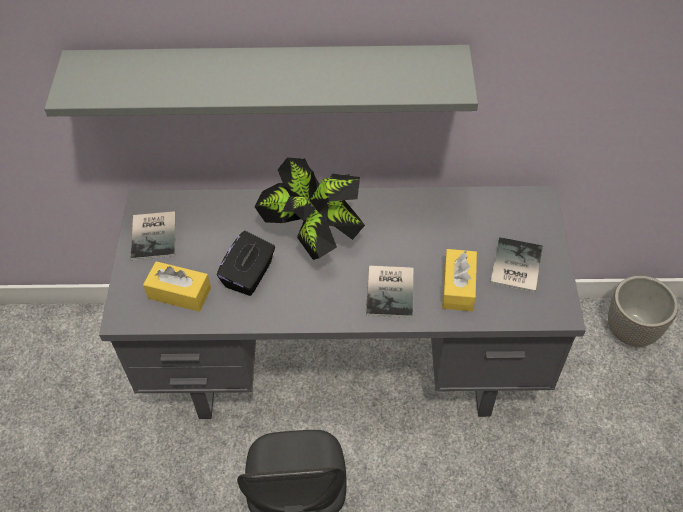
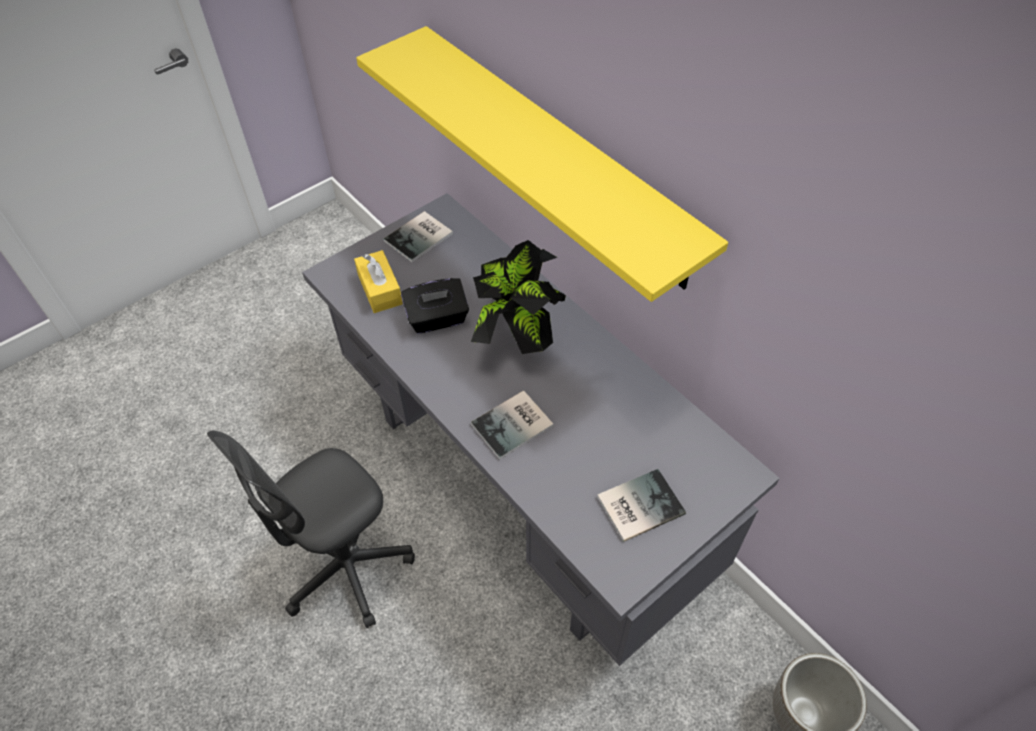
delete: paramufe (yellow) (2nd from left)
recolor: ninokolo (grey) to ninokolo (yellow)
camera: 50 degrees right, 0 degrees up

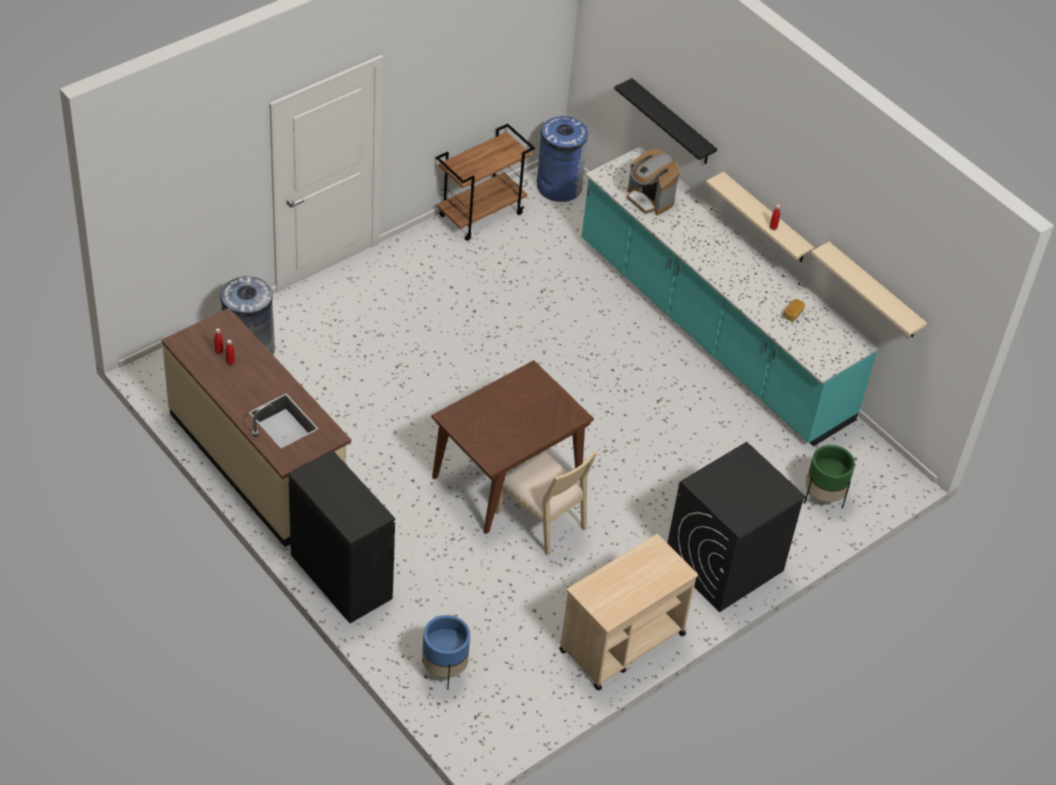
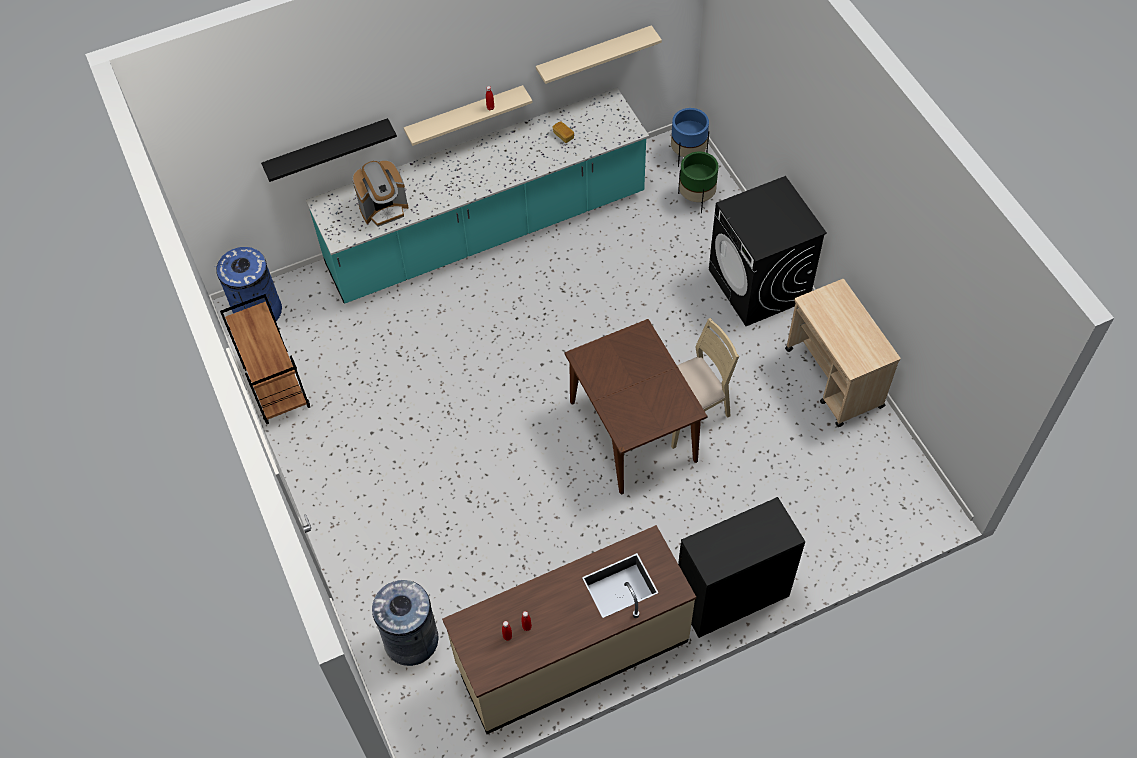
move: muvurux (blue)
camera: 70 degrees left, 10 degrees up

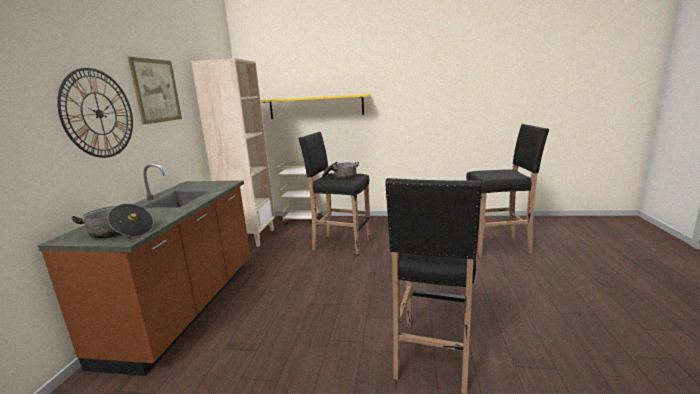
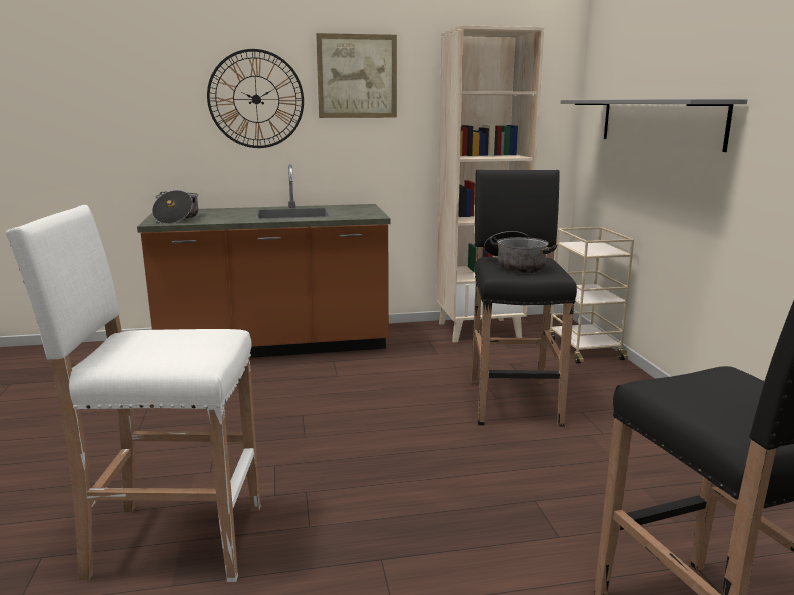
recolor: ninokolo (yellow) to ninokolo (grey); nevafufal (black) (2nd from left) to nevafufal (white)
camera: 70 degrees right, 0 degrees up

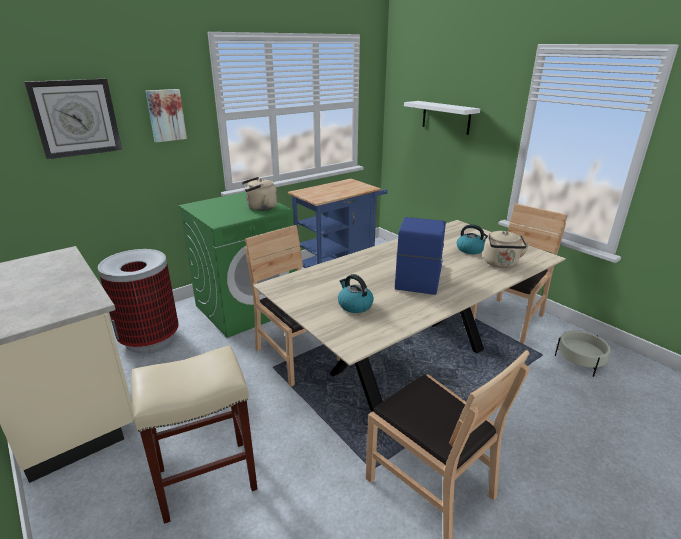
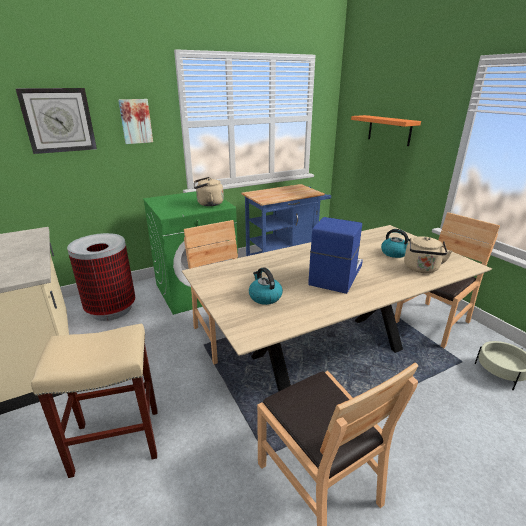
recolor: ninokolo (white) to ninokolo (orange)
camera: 10 degrees right, 0 degrees up

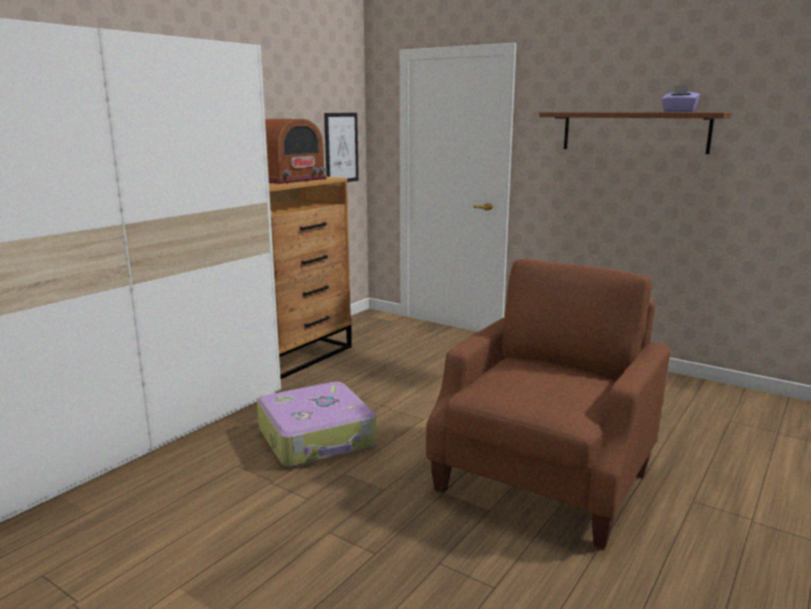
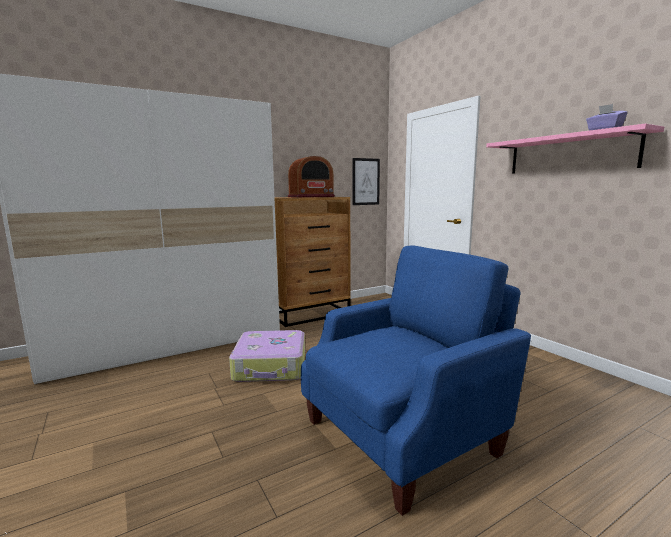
recolor: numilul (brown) to numilul (blue); ninokolo (brown) to ninokolo (pink)
camera: 25 degrees right, 5 degrees down

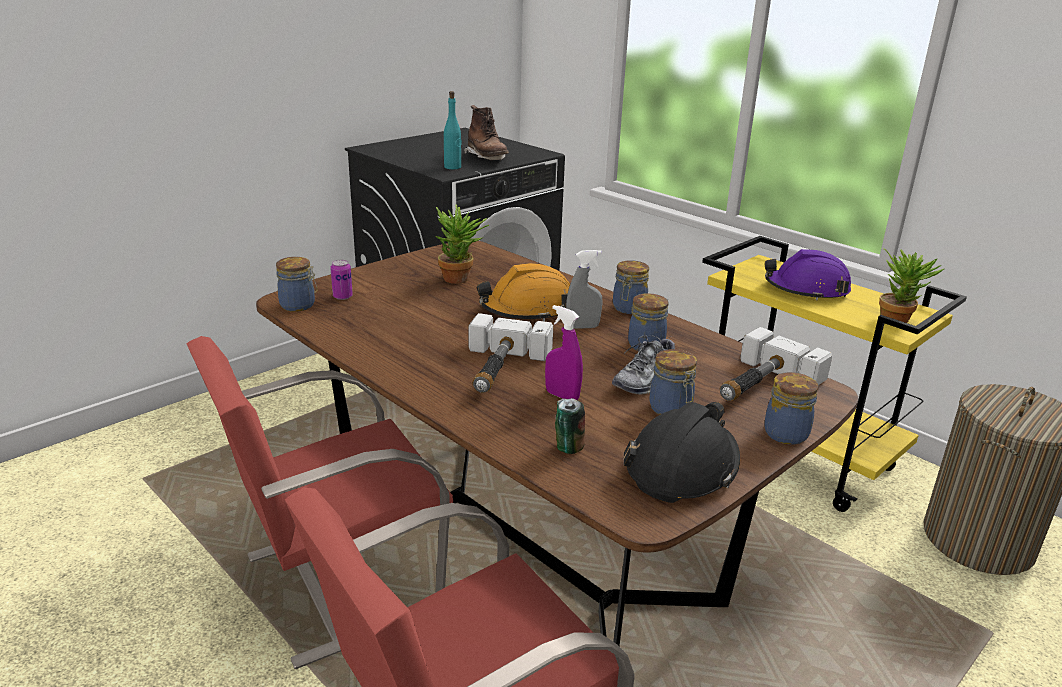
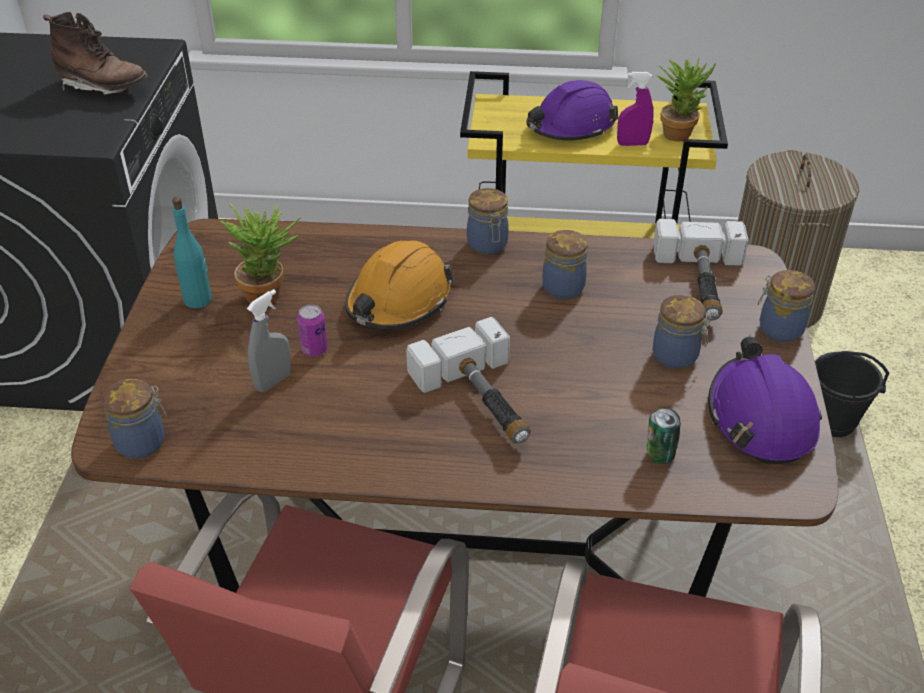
delete: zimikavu
insert: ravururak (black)
move: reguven (1st from left); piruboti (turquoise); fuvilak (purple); fuvilak (grey)
recolor: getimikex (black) to getimikex (purple) (2nd from left)
camera: 40 degrees left, 15 degrees up

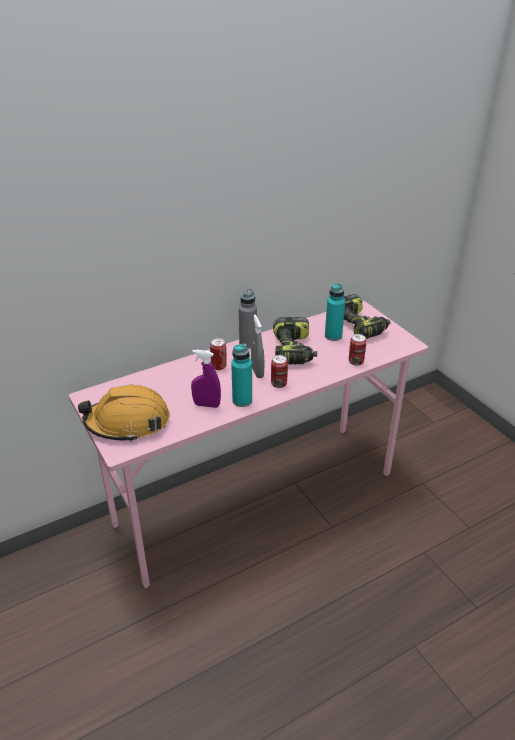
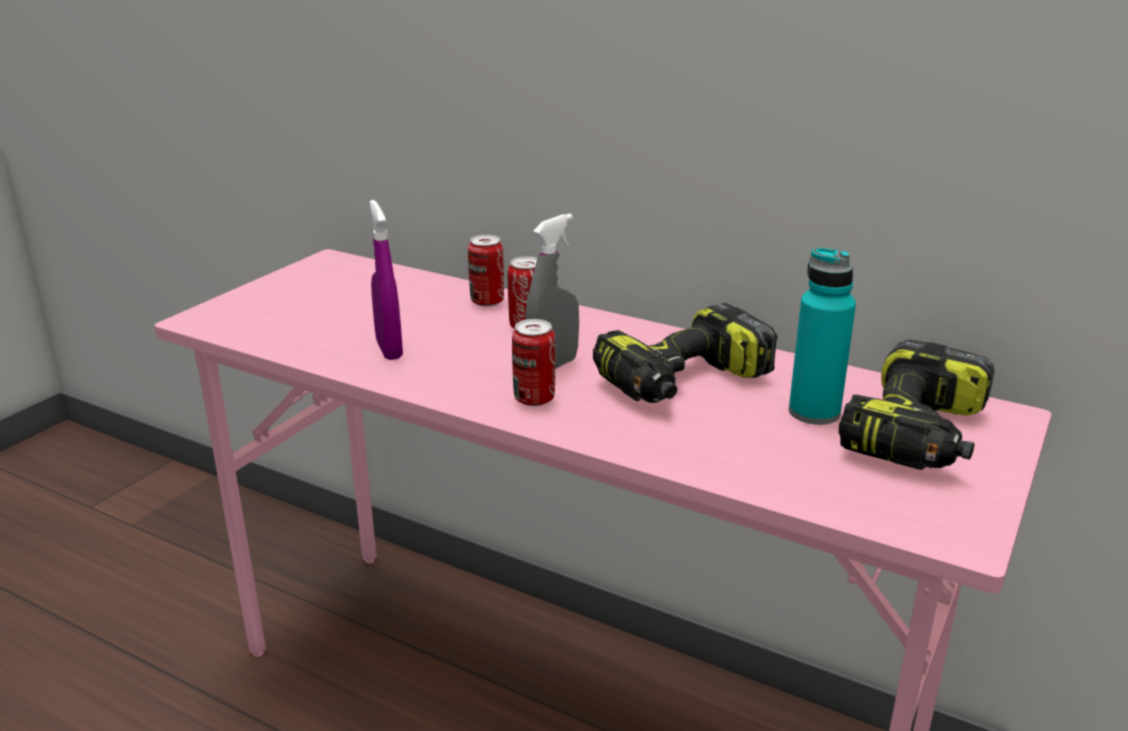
delete: getimikex (orange); piruboti (turquoise) (1st from left); piruboti (grey)
move: reguven (3rd from left in the first image) to reguven (1st from left)
camera: 60 degrees right, 10 degrees down

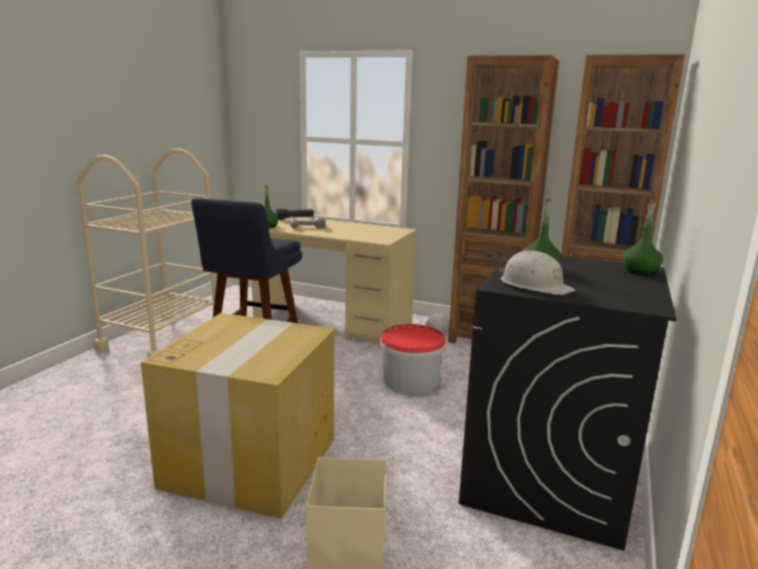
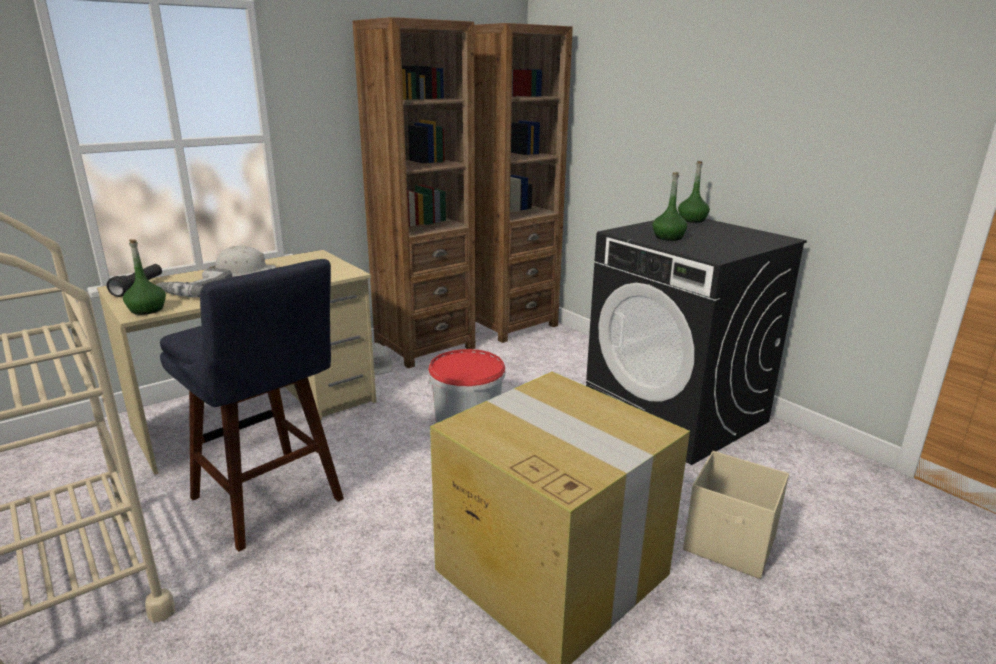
move: getimikex (white) (2nd from left in the first image) to getimikex (white) (1st from left)
camera: 60 degrees left, 5 degrees up

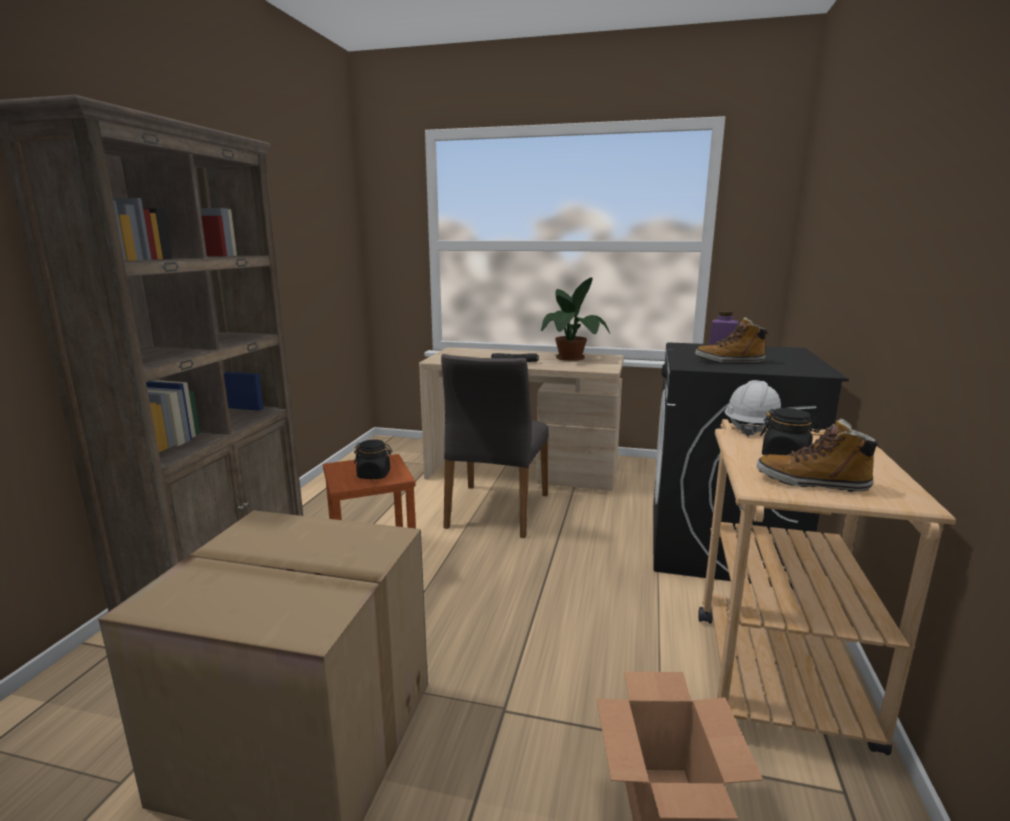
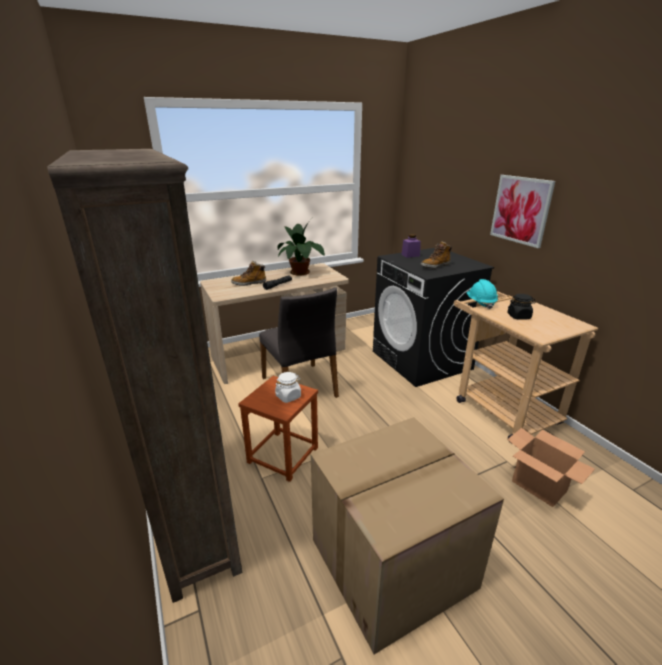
insert: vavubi
move: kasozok (2nd from left in the first image) to kasozok (1st from left)
recolor: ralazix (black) (1st from left) to ralazix (white); getimikex (white) to getimikex (turquoise)
camera: 40 degrees left, 10 degrees up

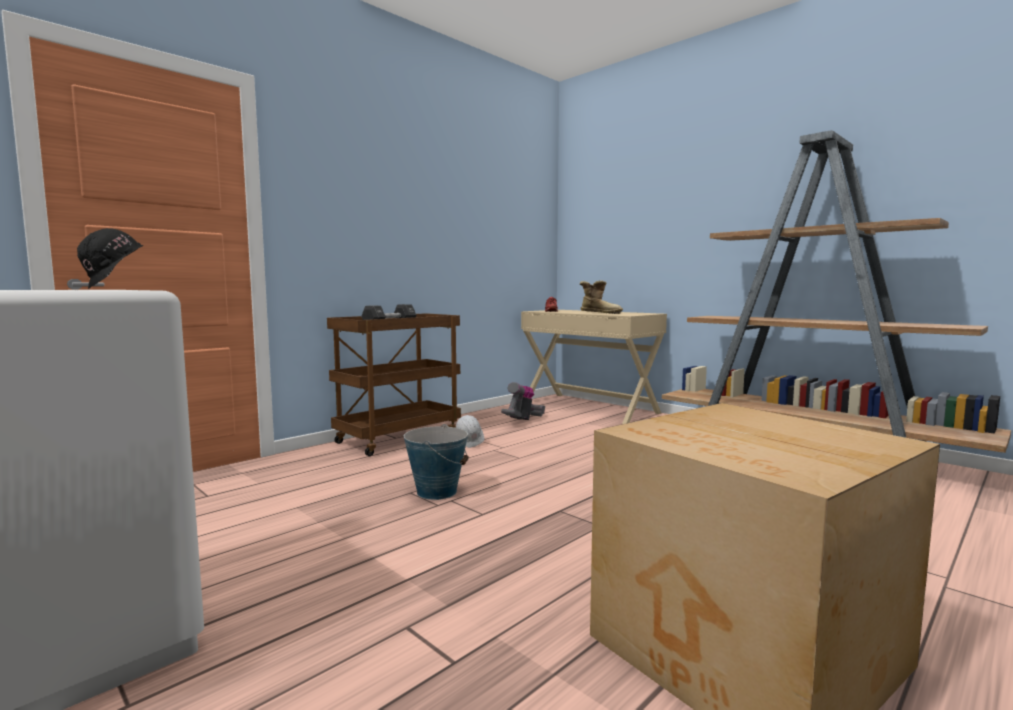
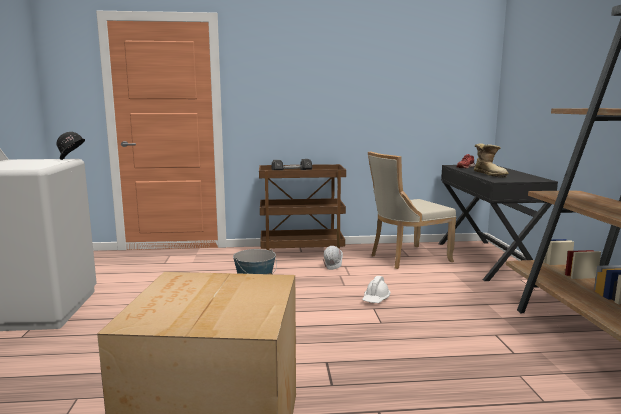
insert: getimikex (white) (2nd from left)
replace: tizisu to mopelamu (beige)
recolor: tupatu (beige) to tupatu (black)
camera: 40 degrees right, 5 degrees up

